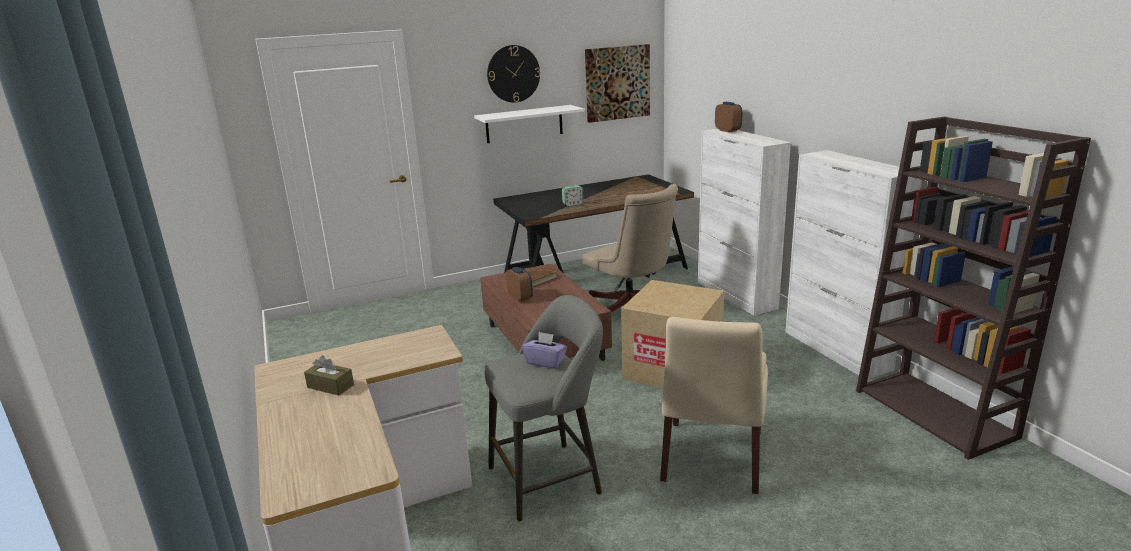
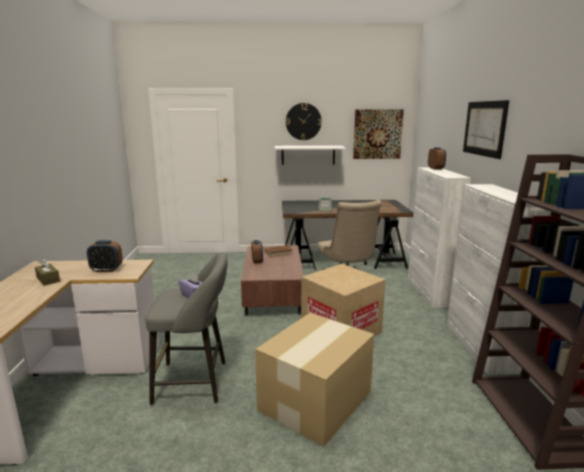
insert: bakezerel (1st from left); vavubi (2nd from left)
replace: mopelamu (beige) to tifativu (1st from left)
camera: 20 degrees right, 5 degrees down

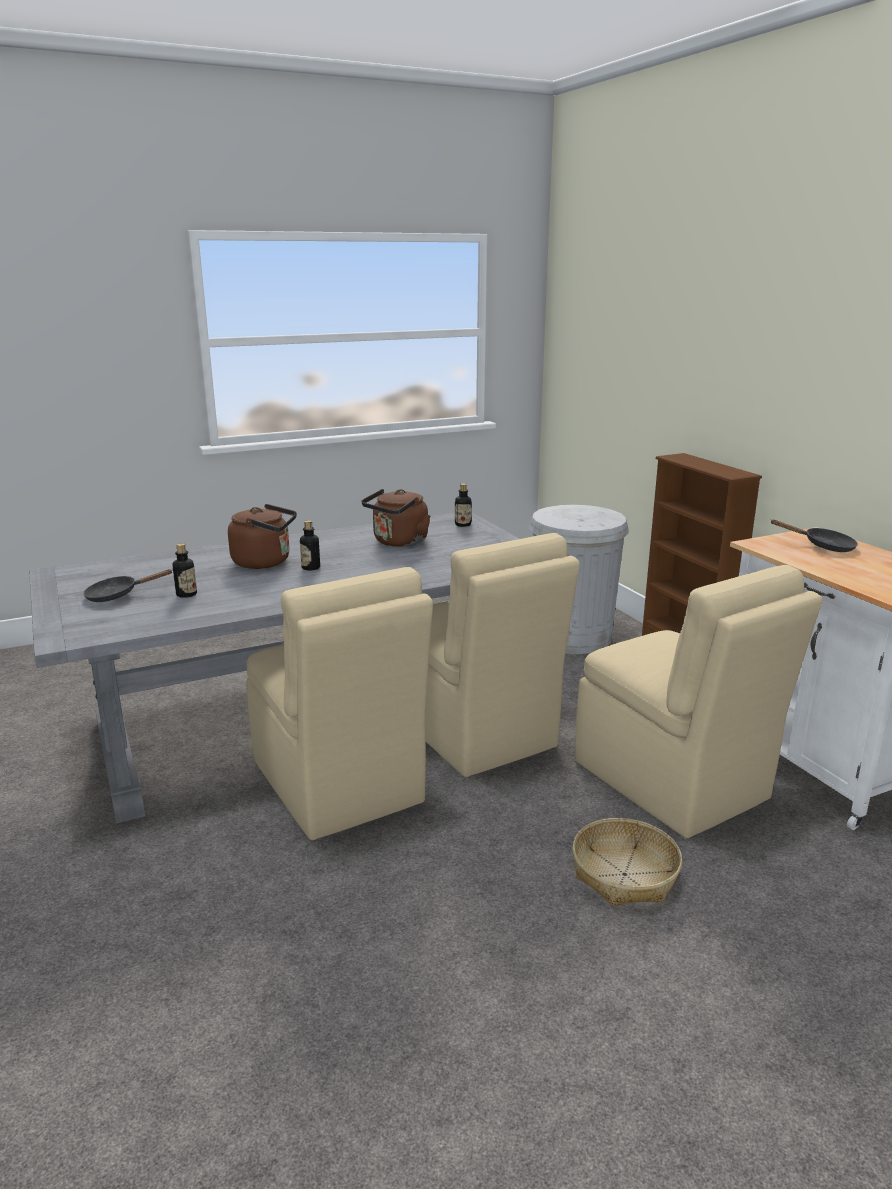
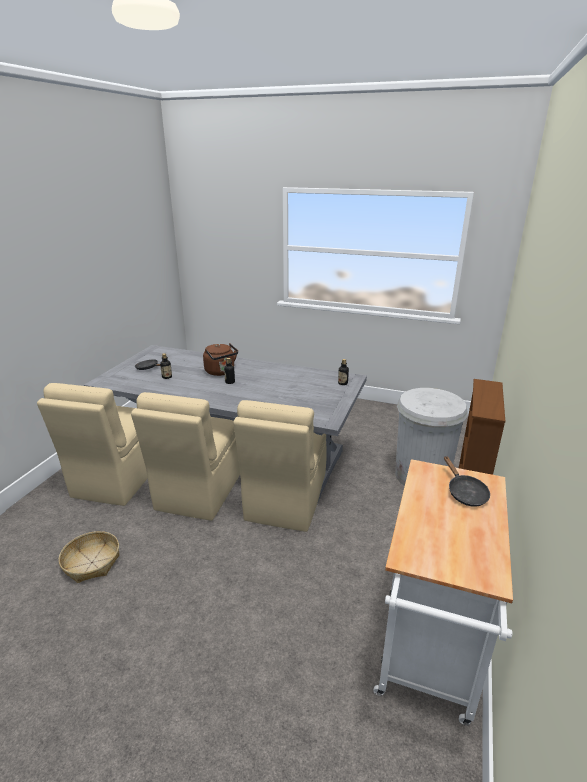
delete: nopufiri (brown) (2nd from left)
move: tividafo; mopelamu (beige) (3rd from left in the first image) to mopelamu (beige) (1st from left)
camera: 45 degrees right, 5 degrees up

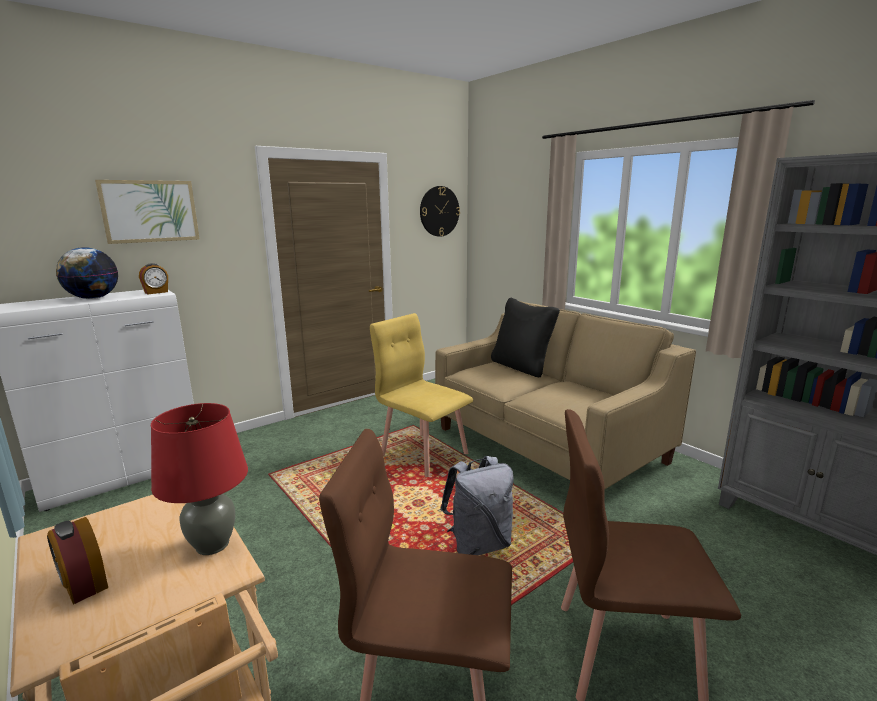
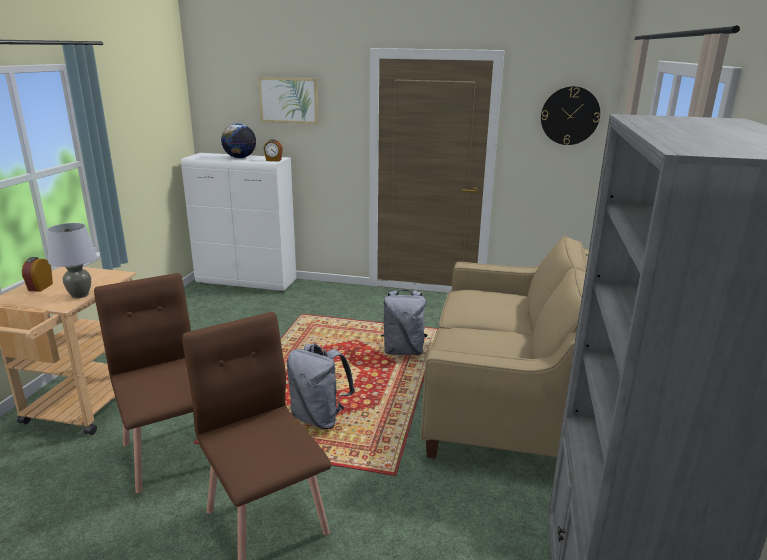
delete: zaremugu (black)
replace: mopelamu (yellow) to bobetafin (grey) (2nd from left)
recolor: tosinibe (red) to tosinibe (grey)
camera: 50 degrees right, 5 degrees up

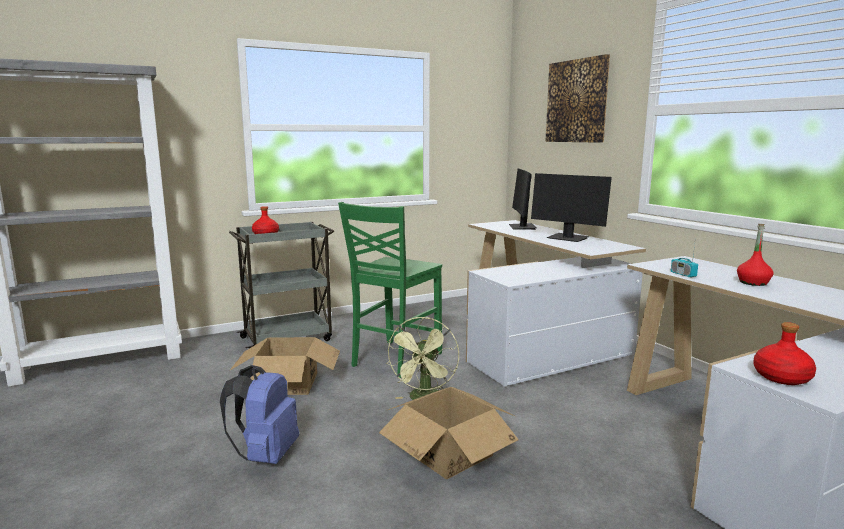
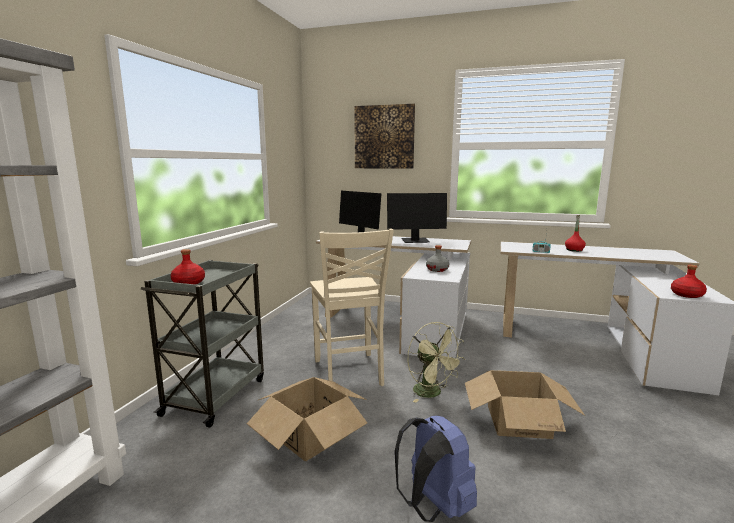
insert: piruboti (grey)
recolor: mopelamu (green) to mopelamu (beige)
camera: 45 degrees left, 0 degrees up

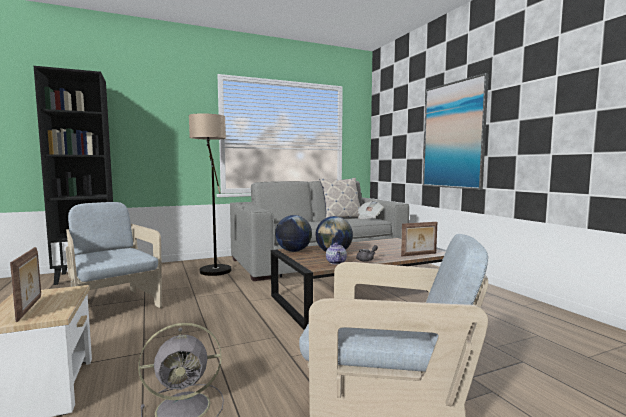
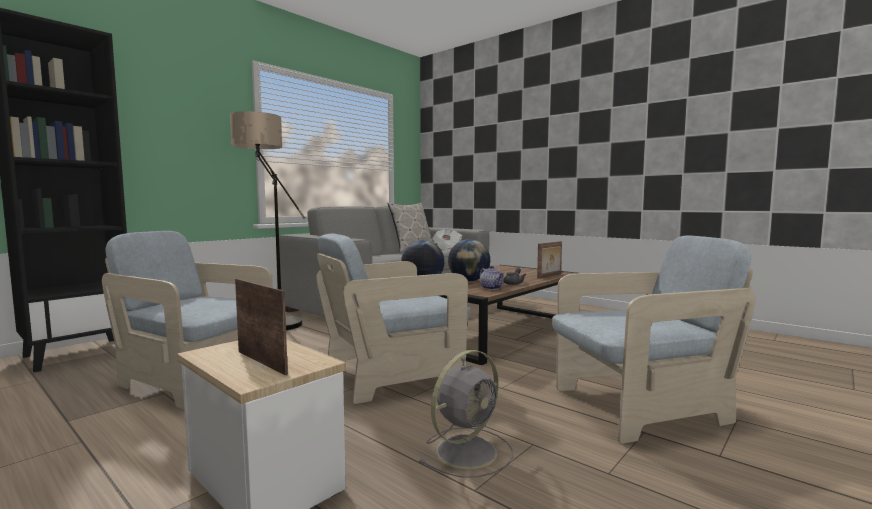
delete: vavubi
insert: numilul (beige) (2nd from left)
camera: 25 degrees left, 0 degrees up

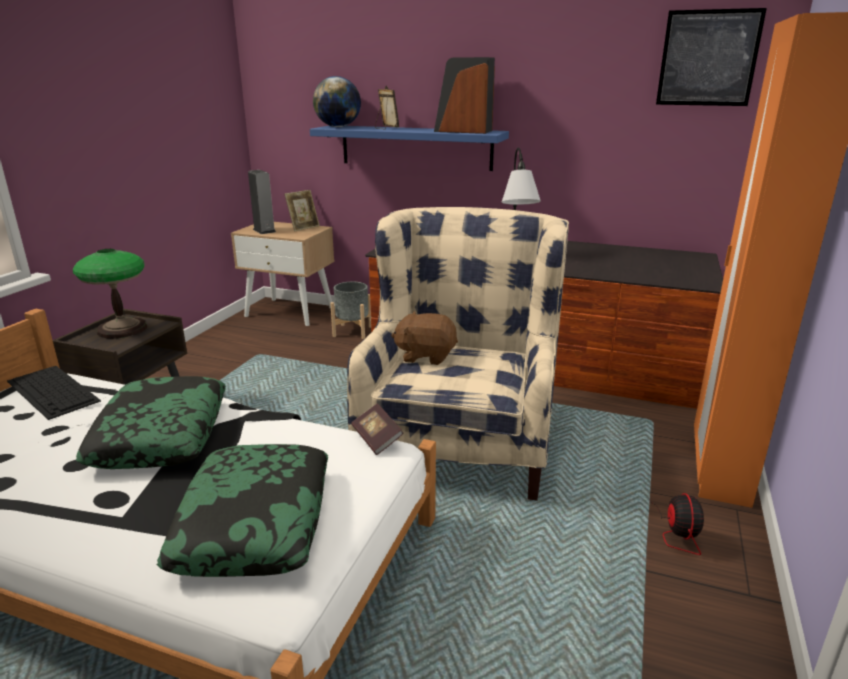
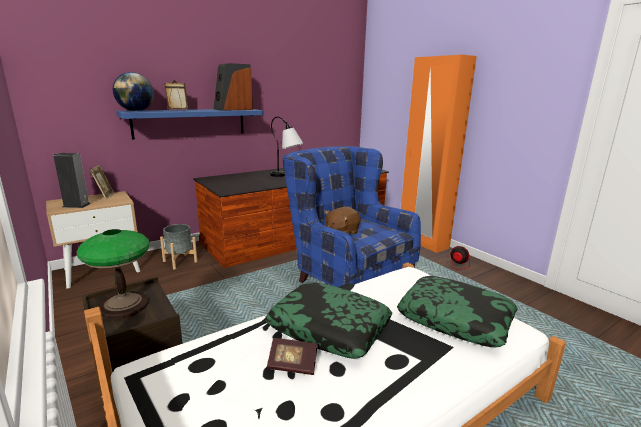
delete: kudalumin; vavubi
move: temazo
recolor: numilul (beige) to numilul (blue)
camera: 55 degrees left, 5 degrees down

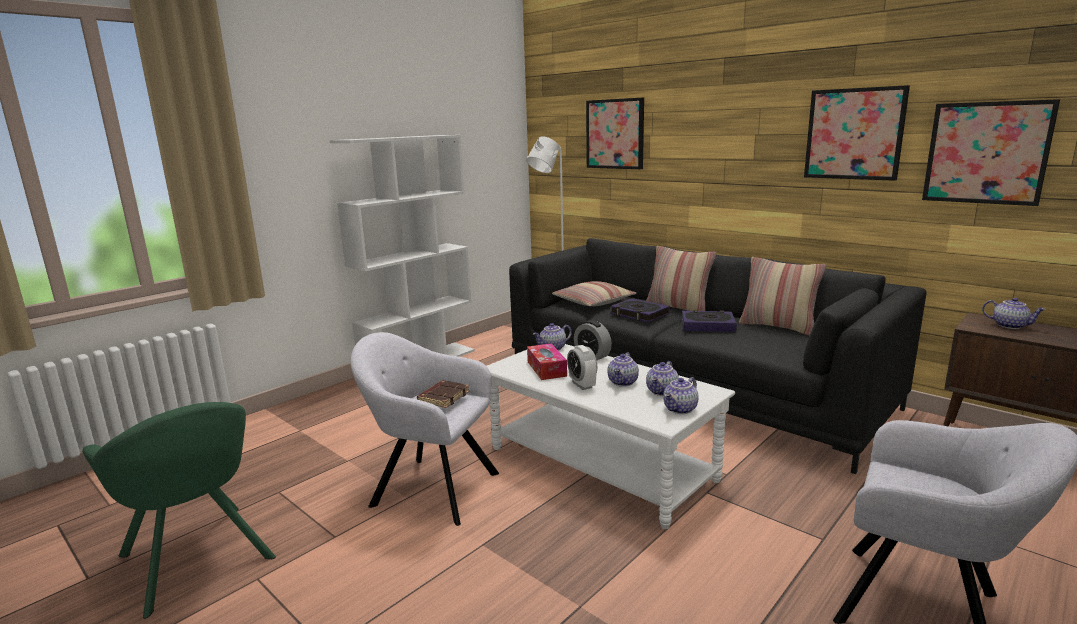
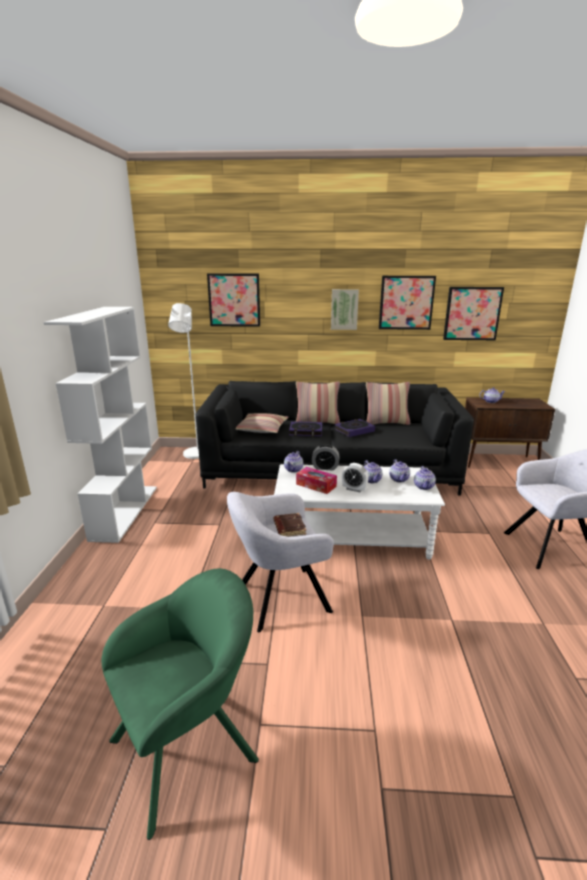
insert: vavubi (2nd from left)
rotate: numilul (green) 45 degrees counterclockwise
camera: 40 degrees left, 5 degrees up

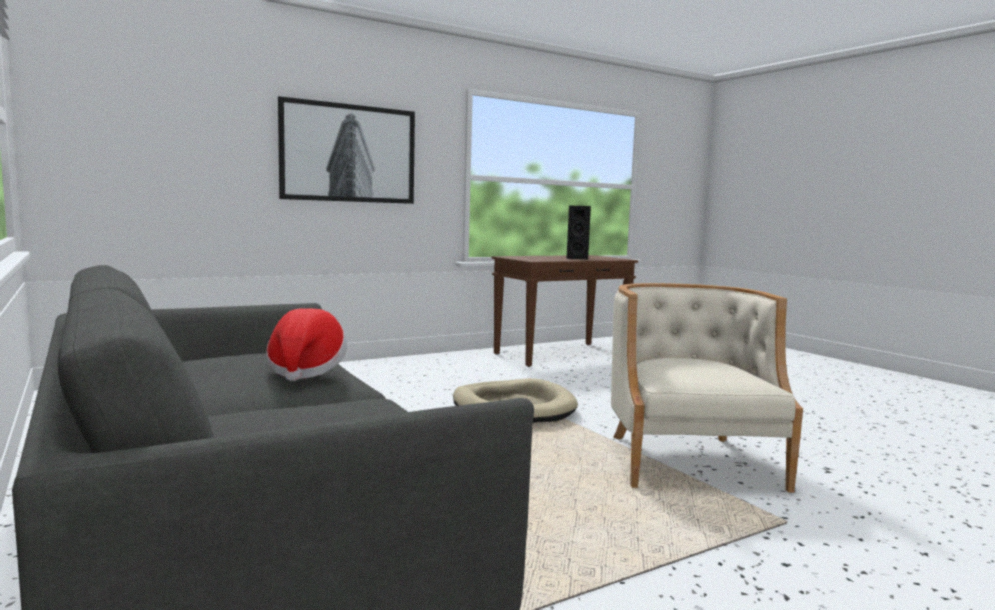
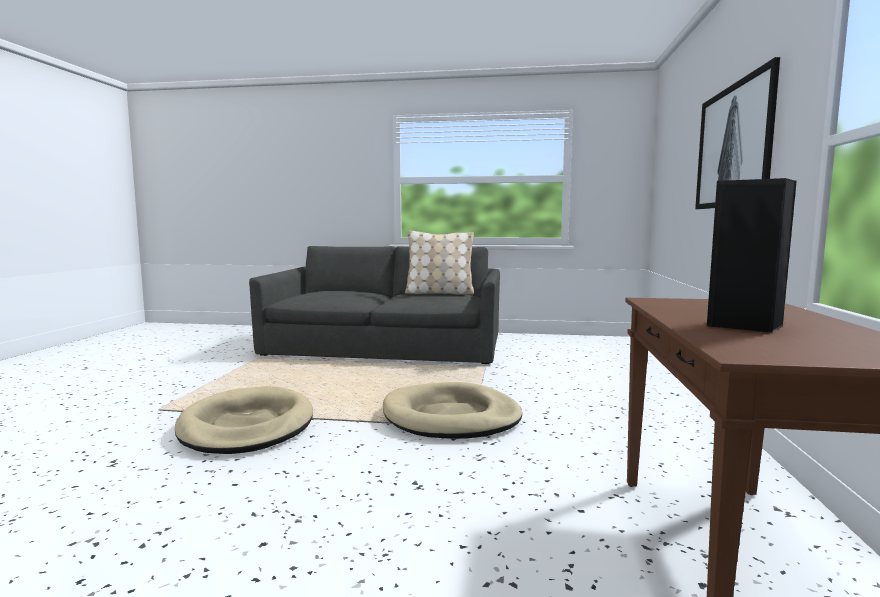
delete: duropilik
insert: zaremugu (beige)
replace: numilul (beige) to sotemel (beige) (1st from left)
camera: 130 degrees right, 0 degrees up

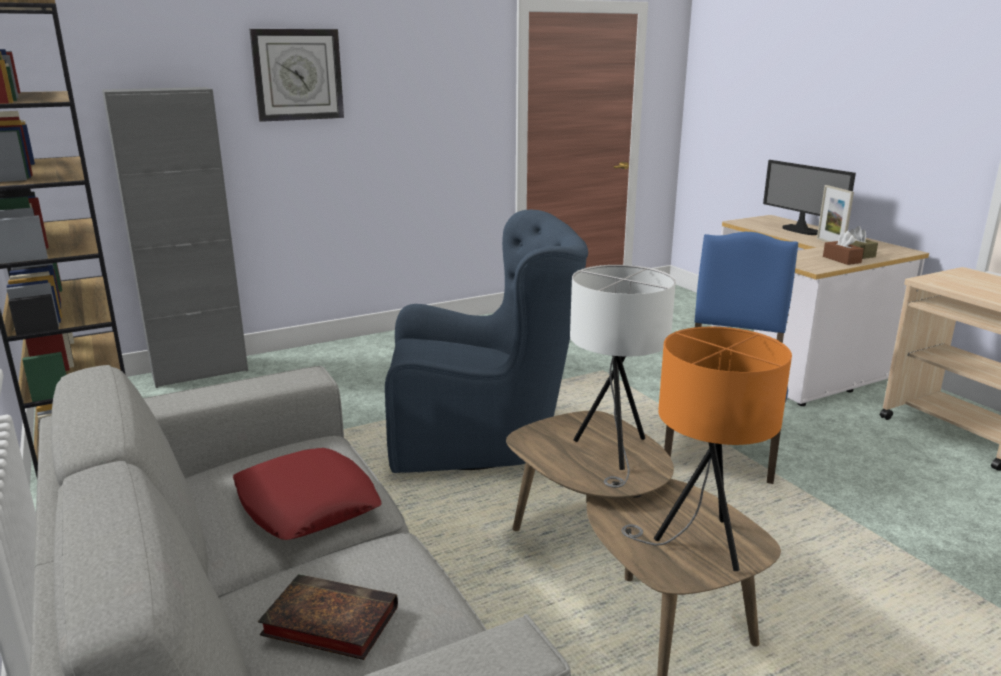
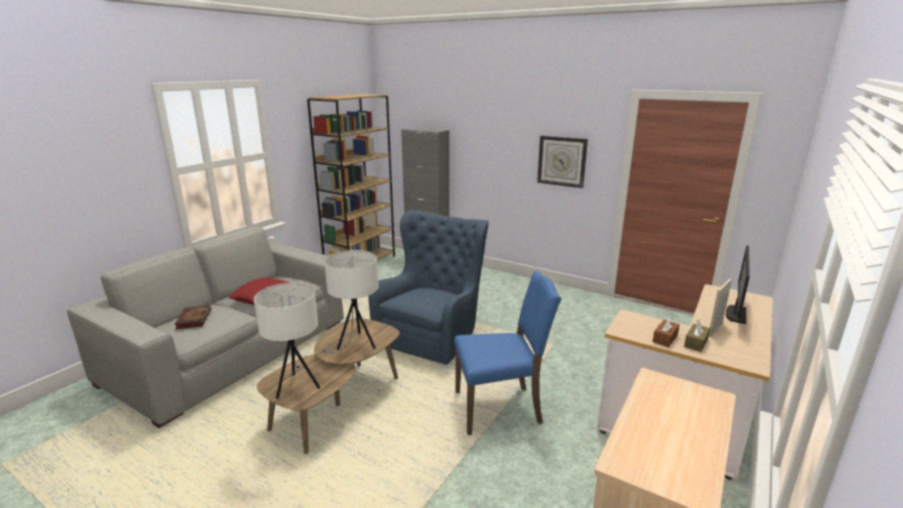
move: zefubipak
recolor: tosinibe (orange) to tosinibe (white) (1st from left)
rotate: numilul (blue) 120 degrees counterclockwise
camera: 60 degrees right, 0 degrees up

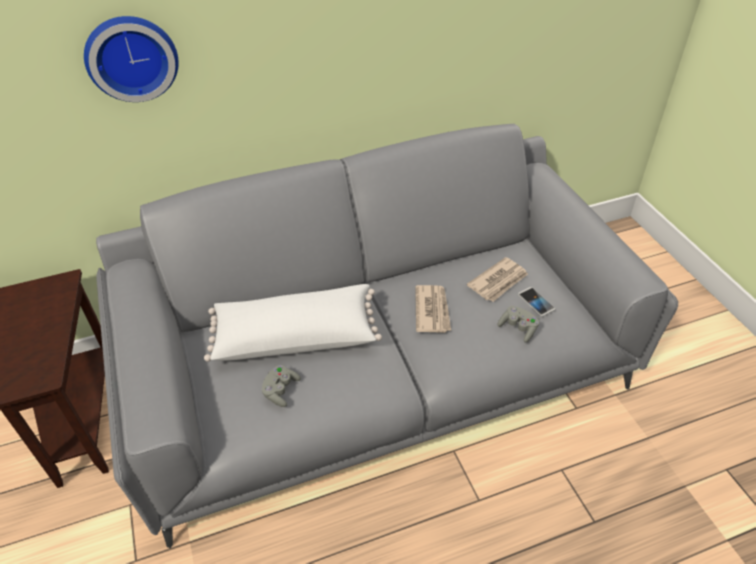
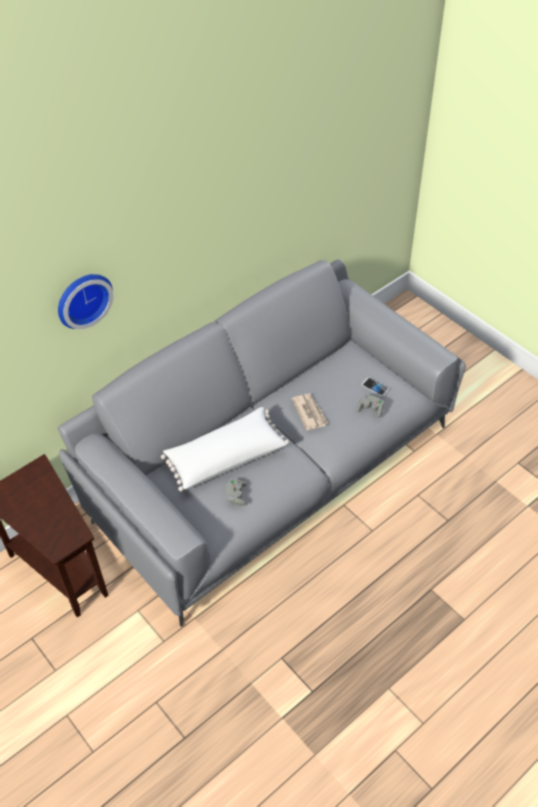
delete: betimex (2nd from left)
camera: 20 degrees left, 5 degrees up

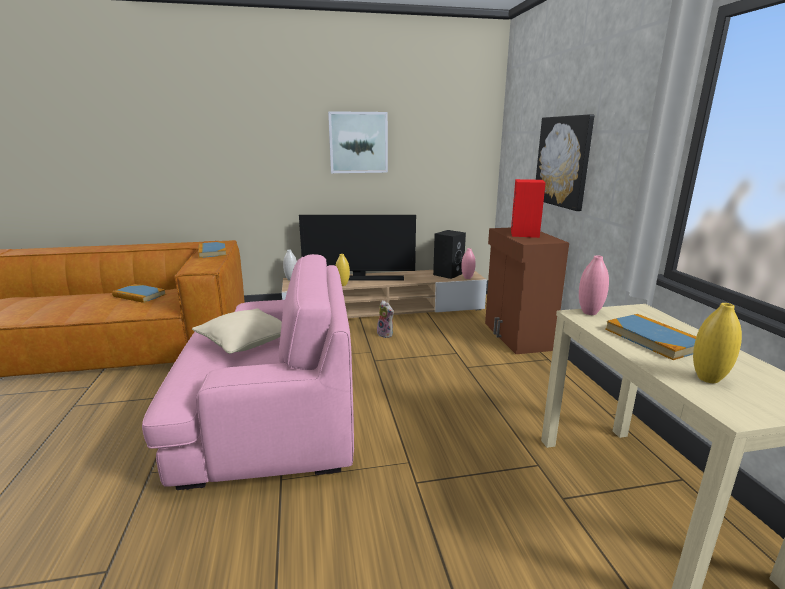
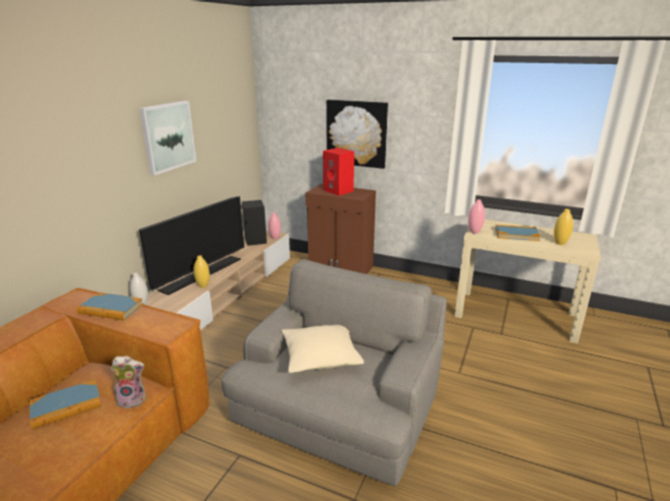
move: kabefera
recolor: numilul (pink) to numilul (grey)
camera: 55 degrees left, 5 degrees up

